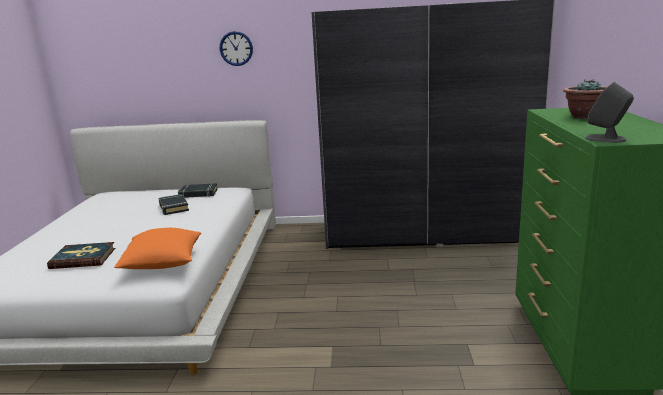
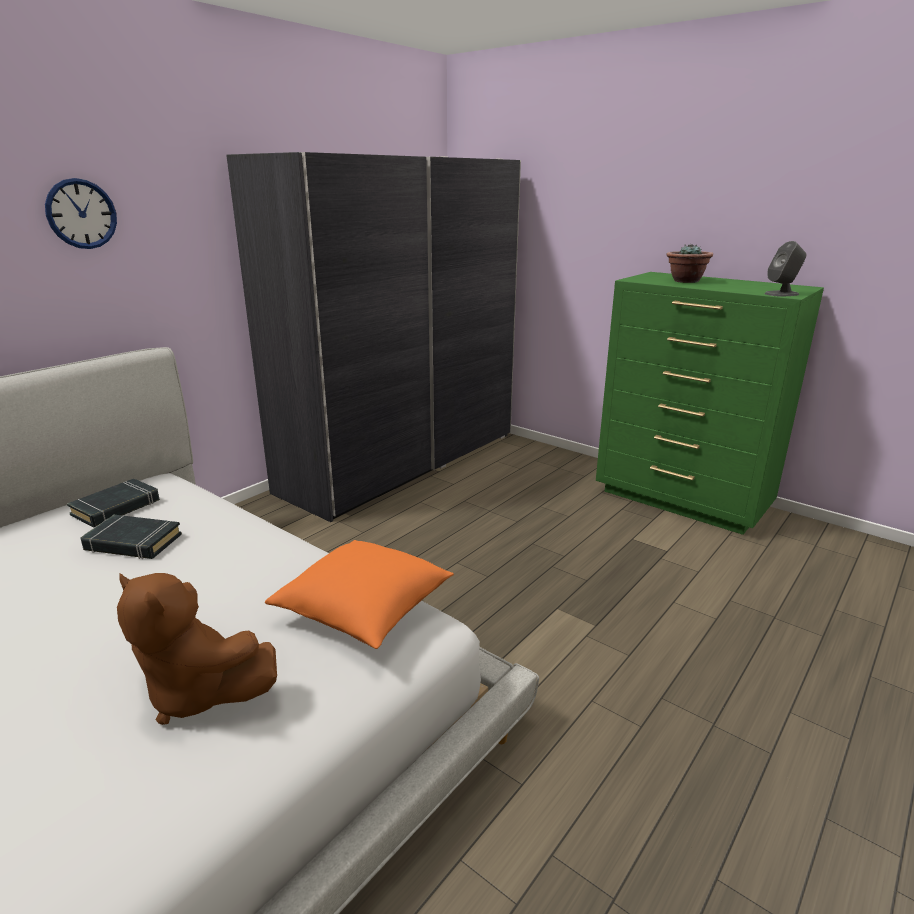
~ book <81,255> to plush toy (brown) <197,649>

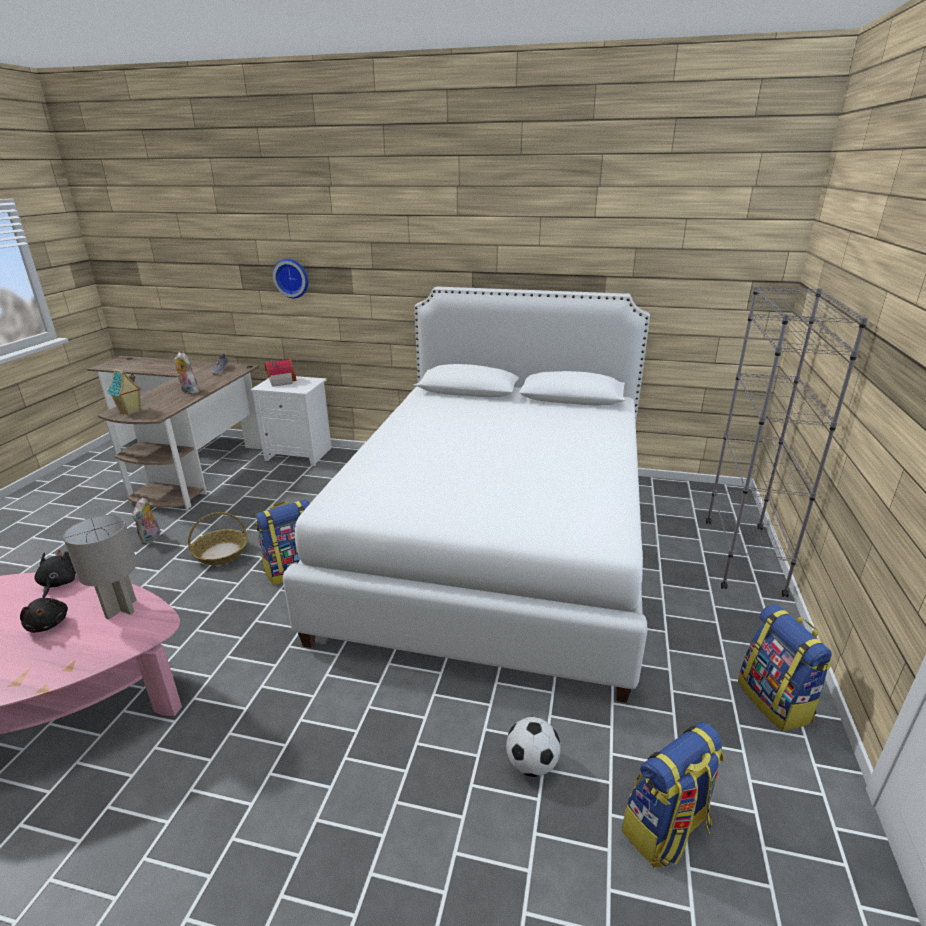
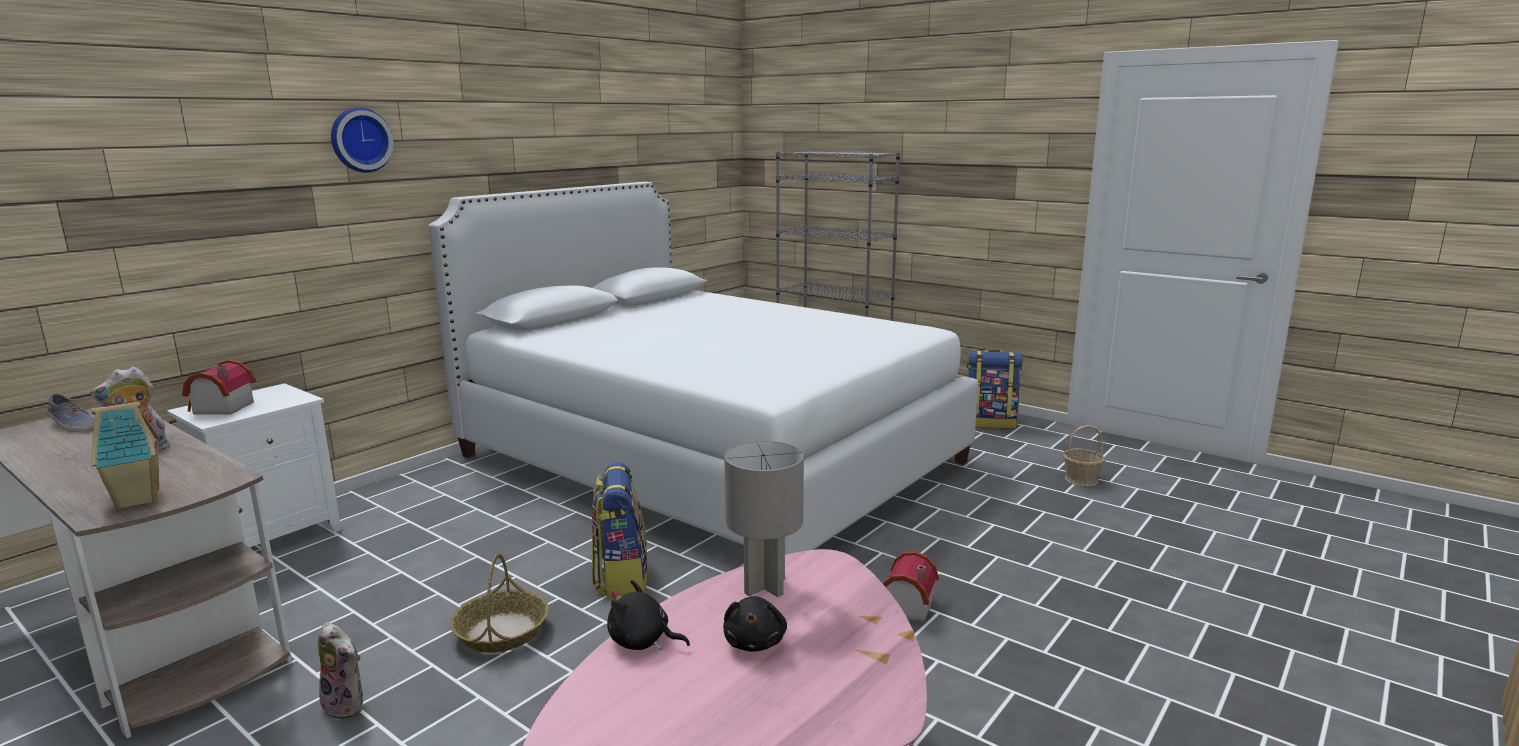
~ plush toy (black) <44,615> = <755,624> 105 degrees clockwise
~ wall clock <291,278> to <362,140>
- football <533,747>
~ backpack <673,794> to basket <1084,455>
+ toy house <911,586>

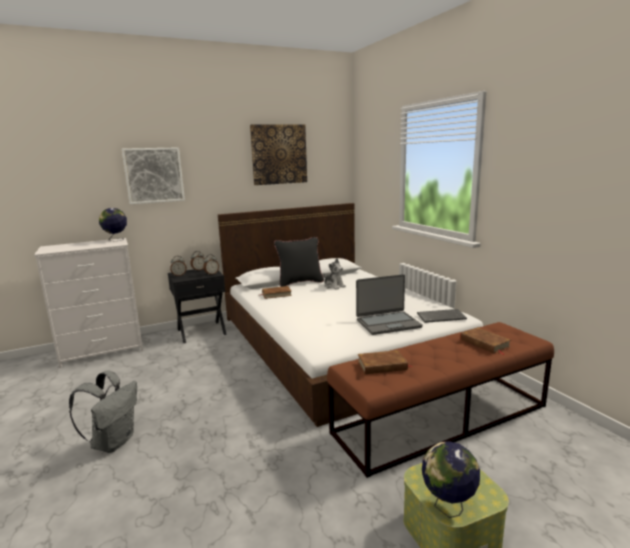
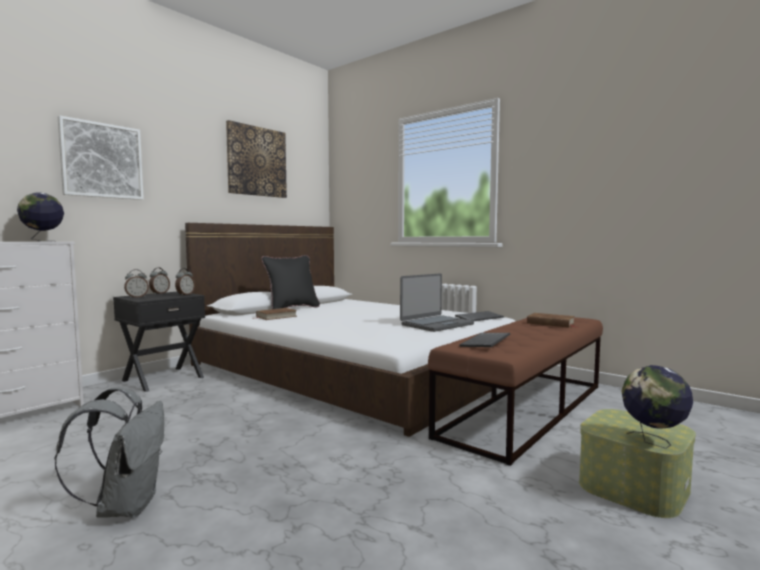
- plush toy <334,274>
~ book (brown) <385,362> to keyboard <484,340>

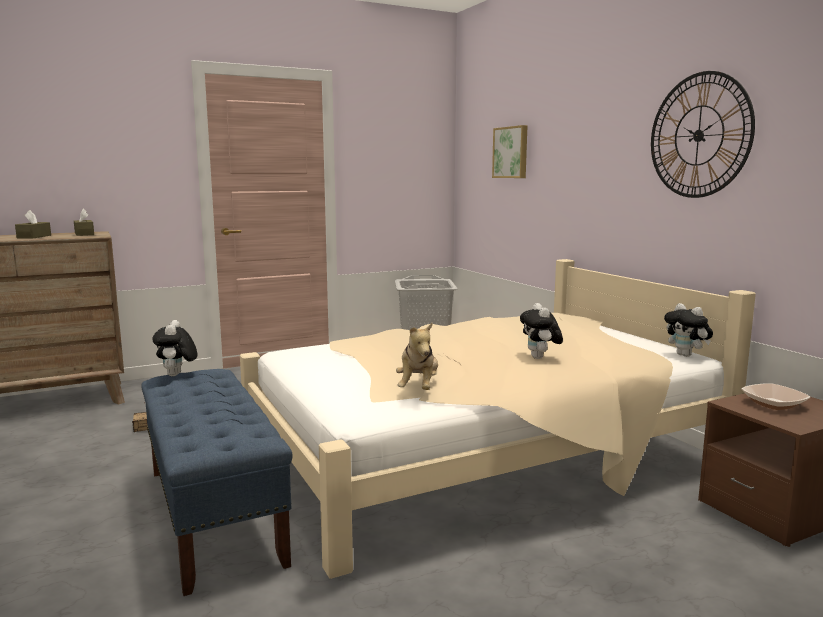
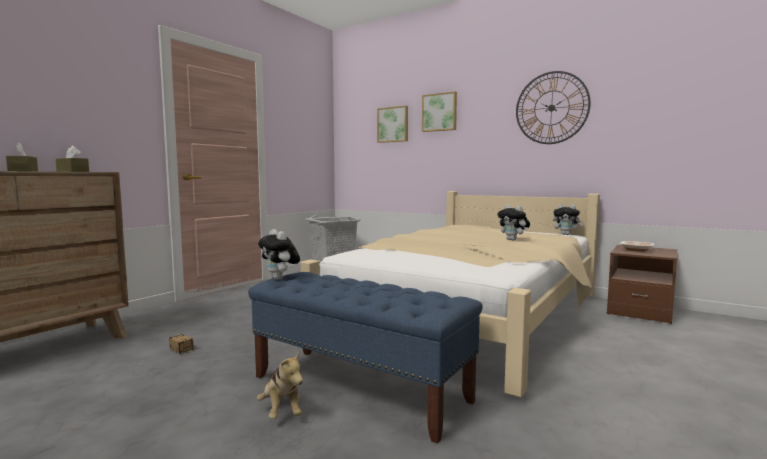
~ plush toy <417,356> to <280,385>
+ picture <439,112>

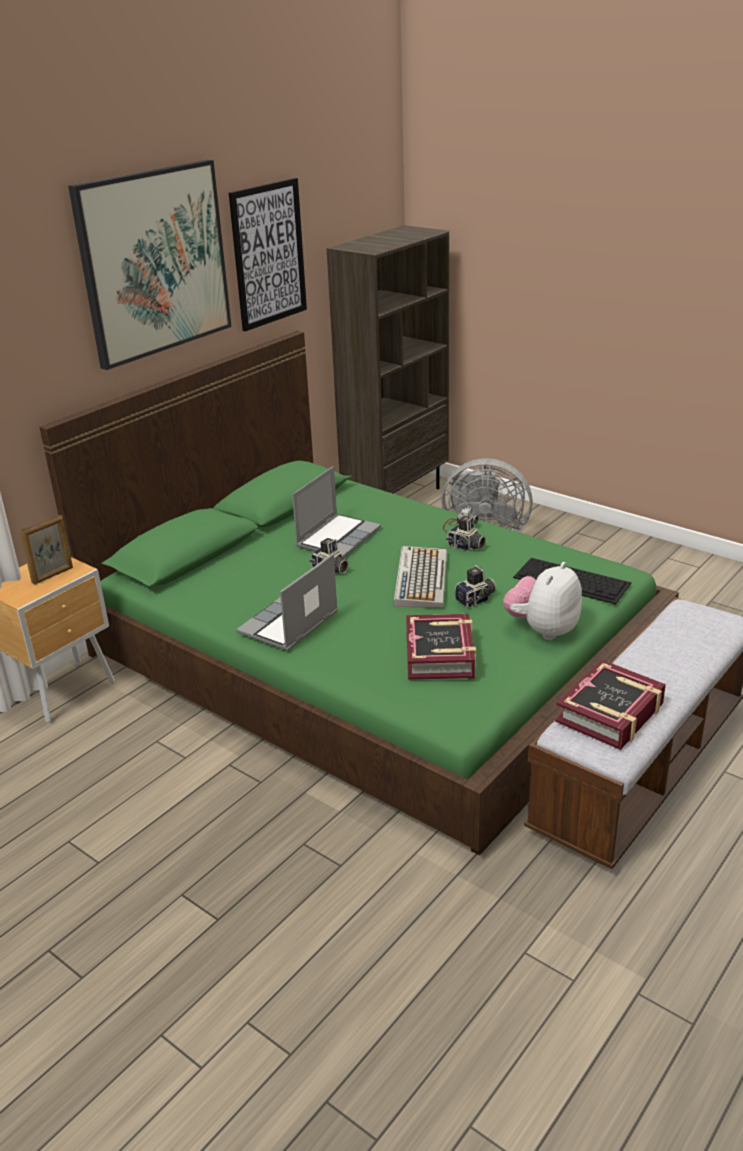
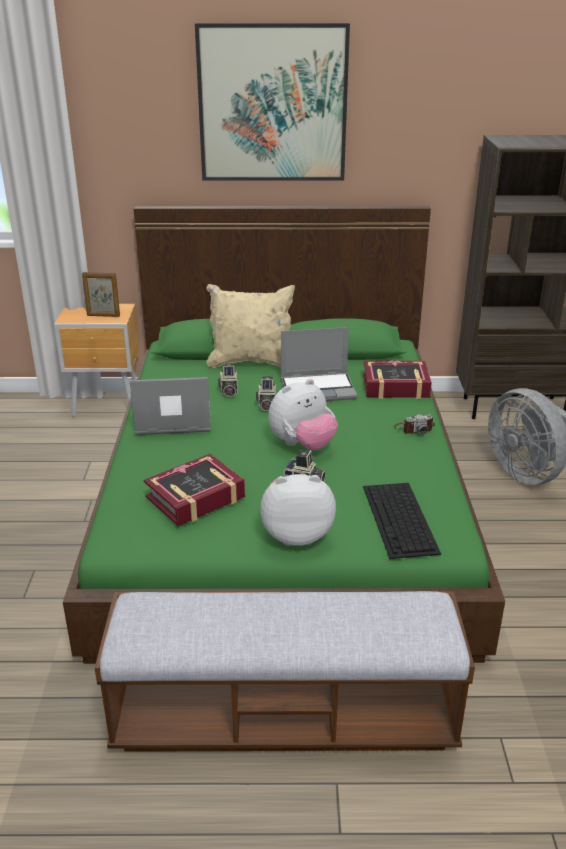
- picture <268,254>
~ keyboard <420,577> to plush toy <303,414>
~ photo camera <466,533> to <228,380>
~ book <610,705> to <397,379>
+ pillow (beige) <250,326>

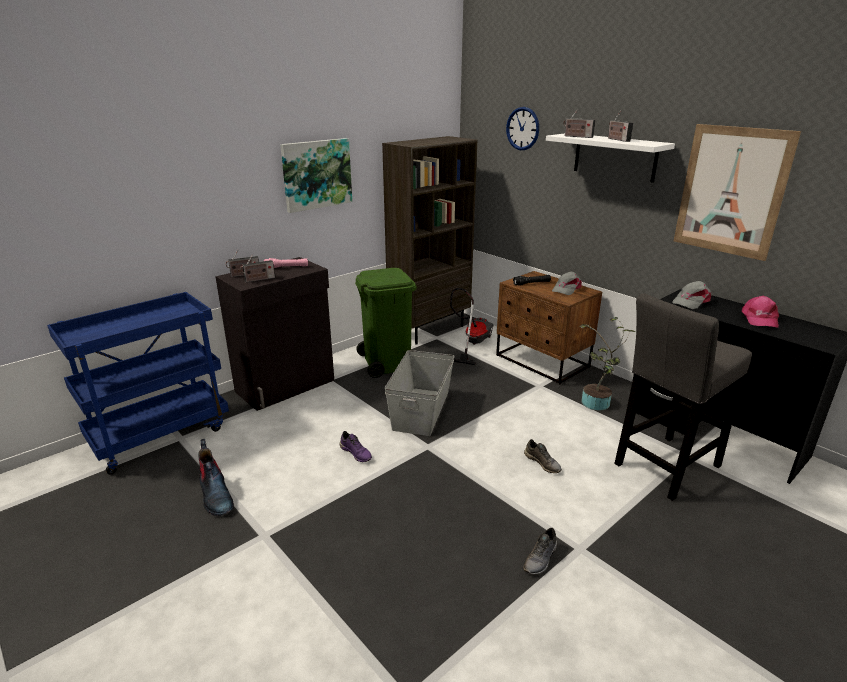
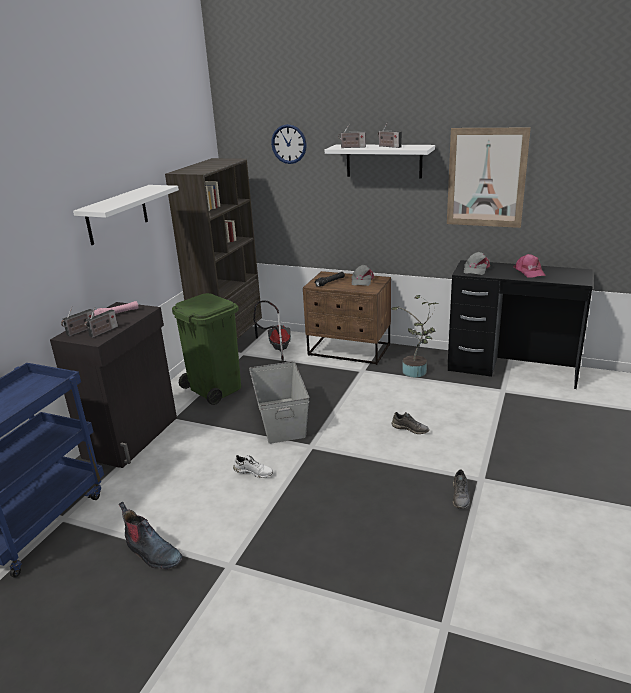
~ picture <316,175> to shelf (white) <126,215>
~ shoe (purple) <355,446> to shoe (white) <253,466>
- stool (grey) <683,397>

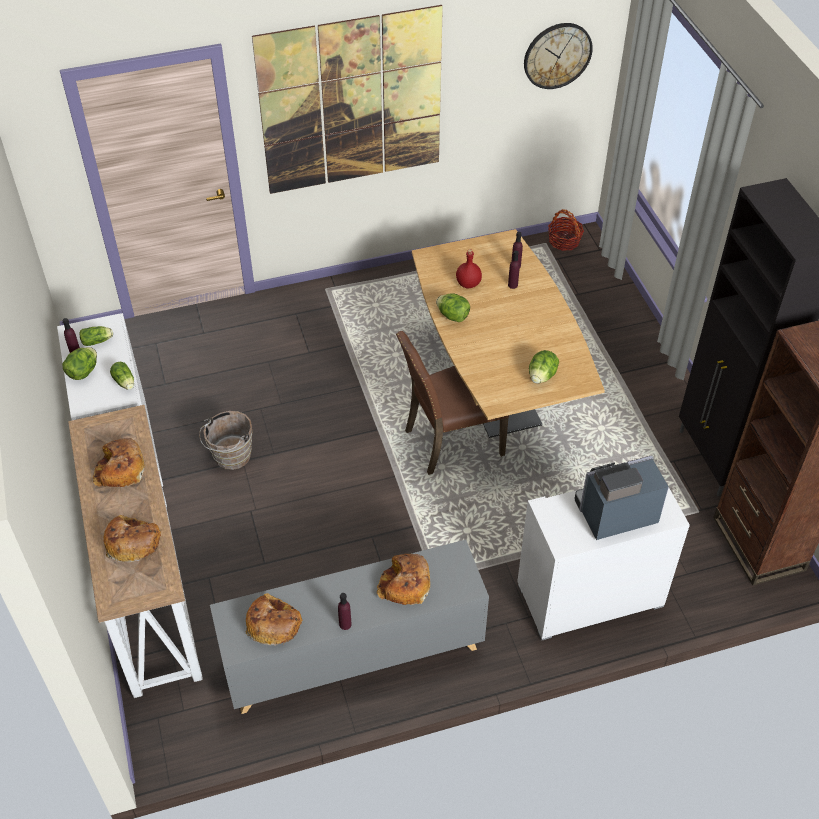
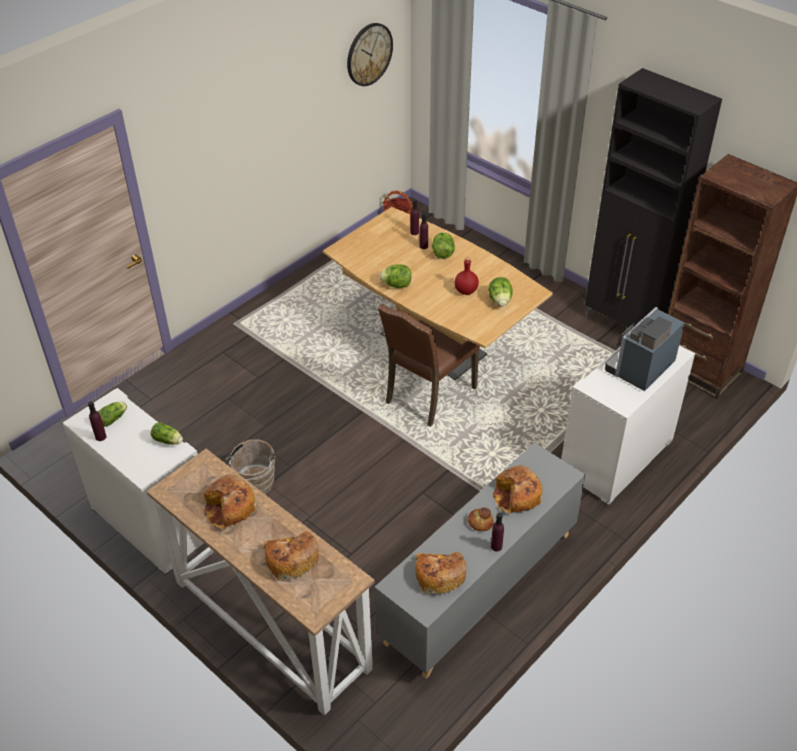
~ lettuce <79,363> to <443,245>
- picture <347,99>
~ bottle (red) <469,268> to <466,276>
+ bread <481,519>

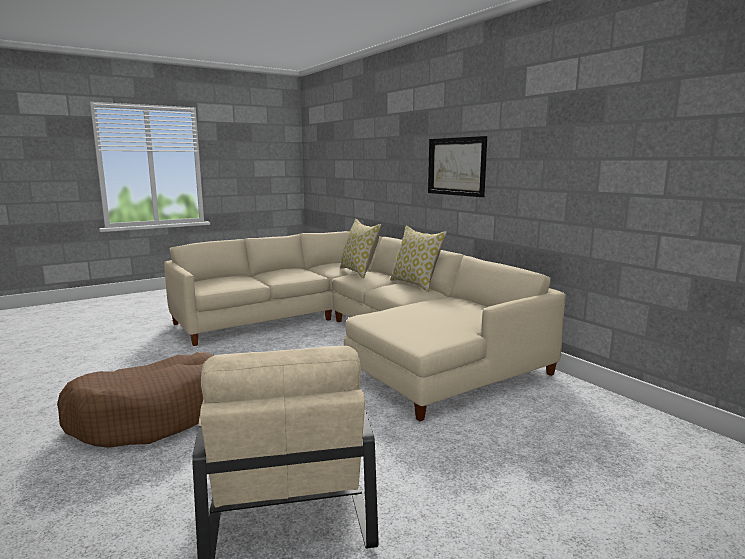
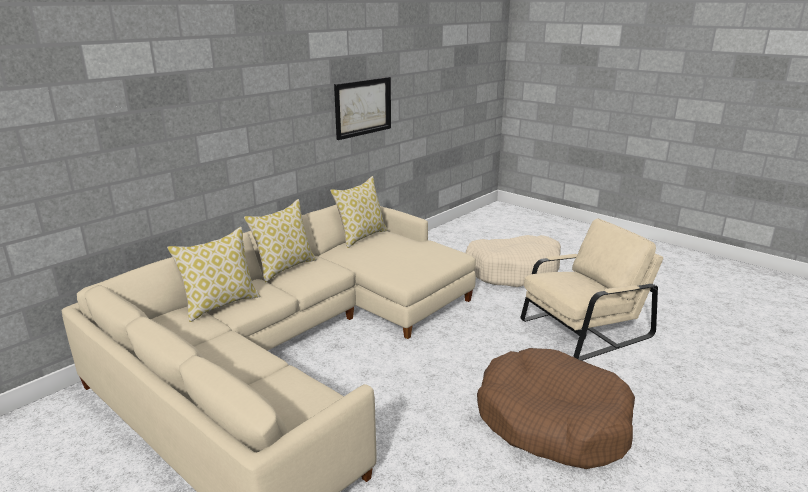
~ picture <457,166> to <362,108>
+ pillow <359,212>
+ dog bed (beige) <513,261>

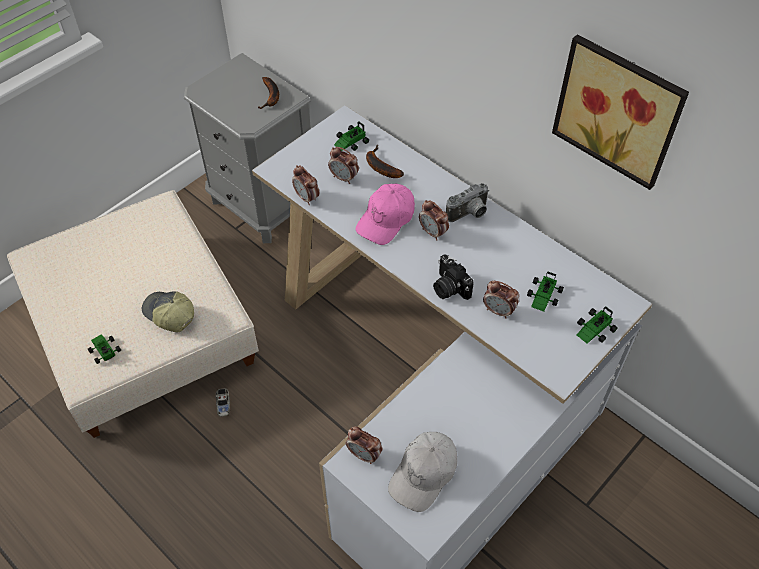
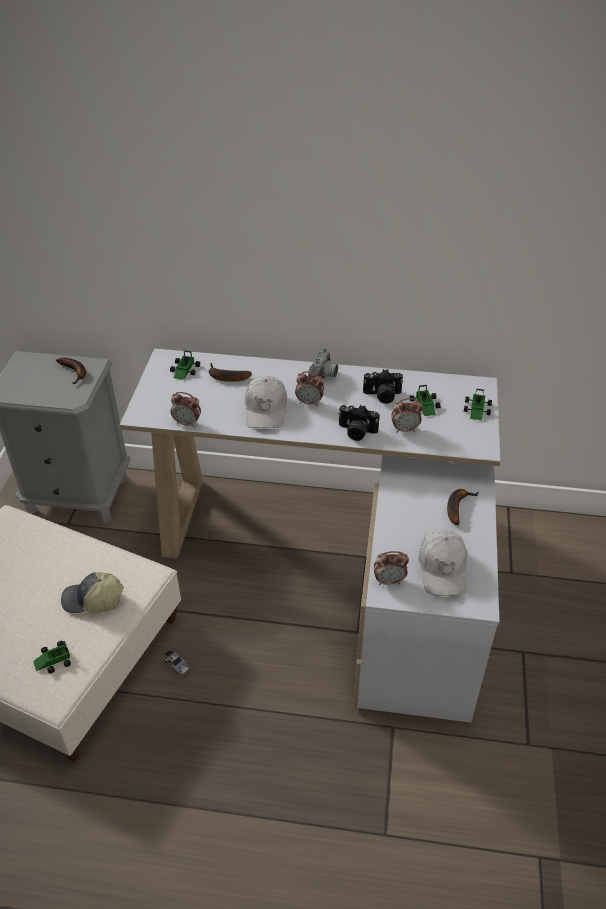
~ toy car <104,349> = <52,657> 45 degrees counterclockwise
- alarm clock <343,165>
~ cap (pink) <385,214> to cap (white) <266,402>
- picture <620,112>
+ photo camera <383,386>
+ banana <463,507>

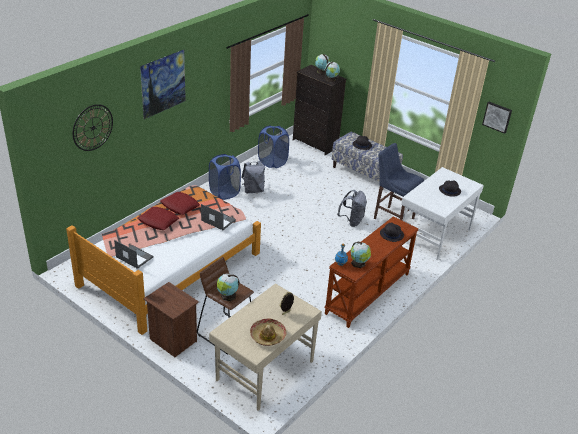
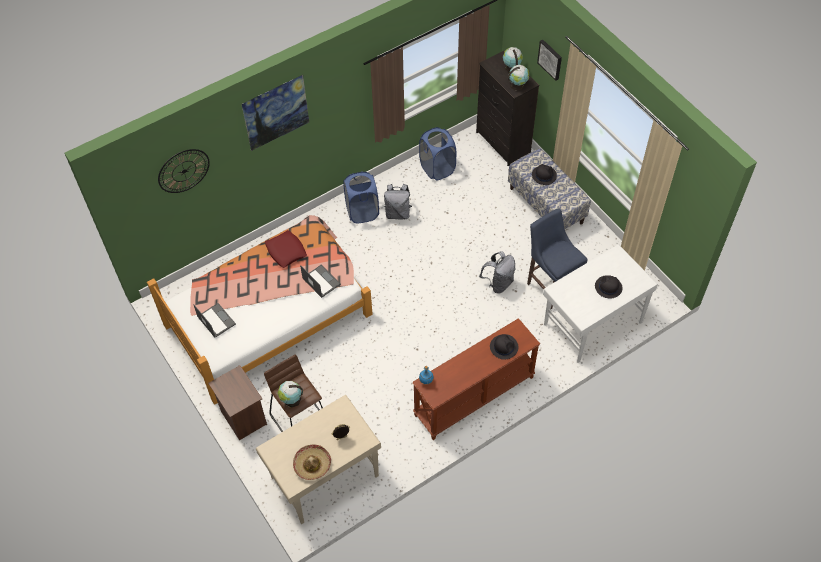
- pillow (red) <158,218>
- globe <361,254>
~ picture <497,118> to <549,60>

